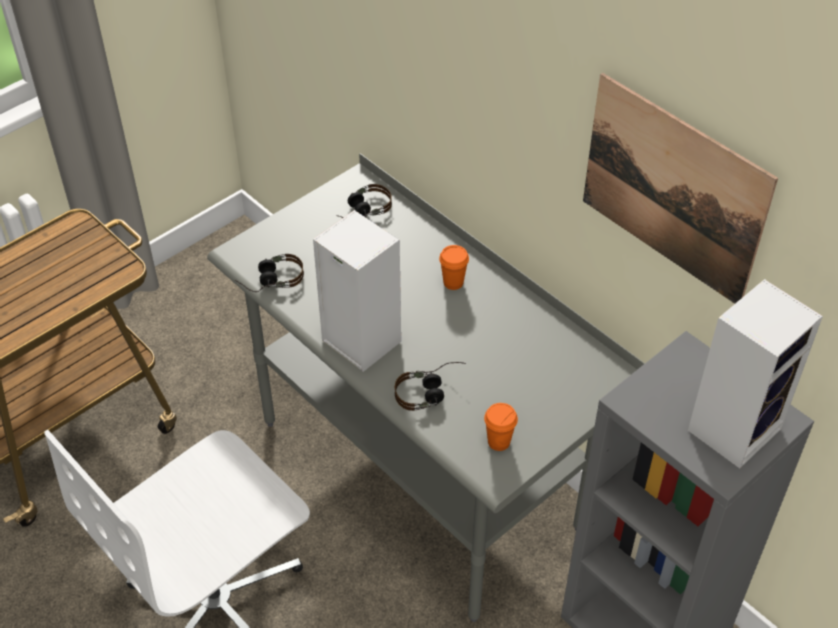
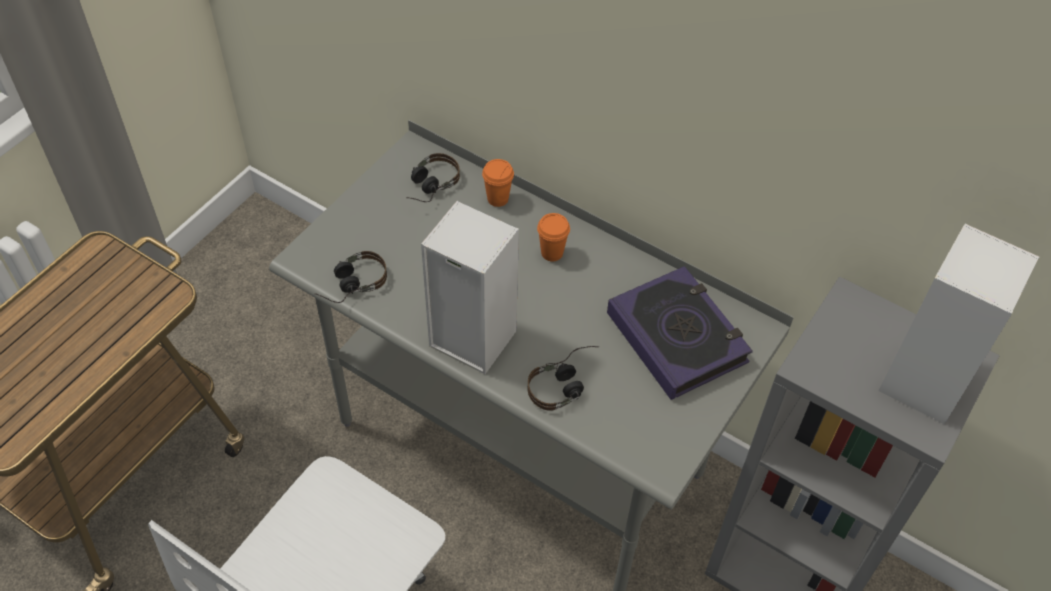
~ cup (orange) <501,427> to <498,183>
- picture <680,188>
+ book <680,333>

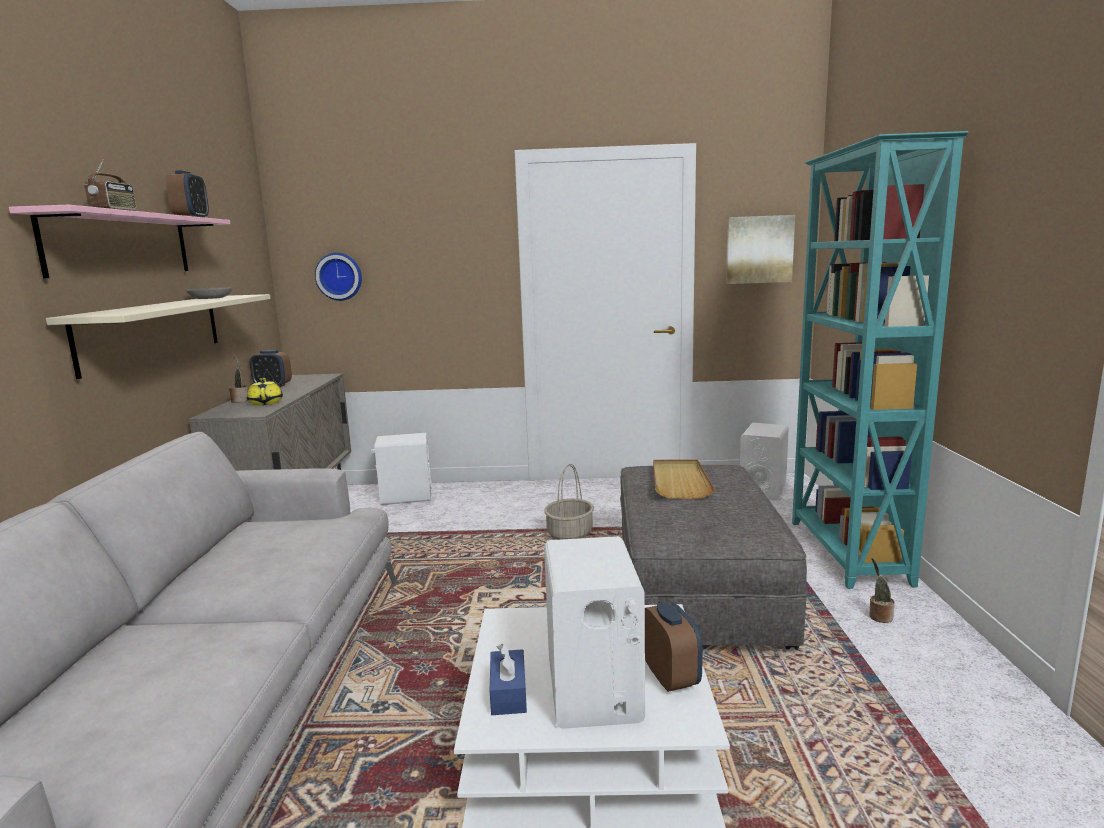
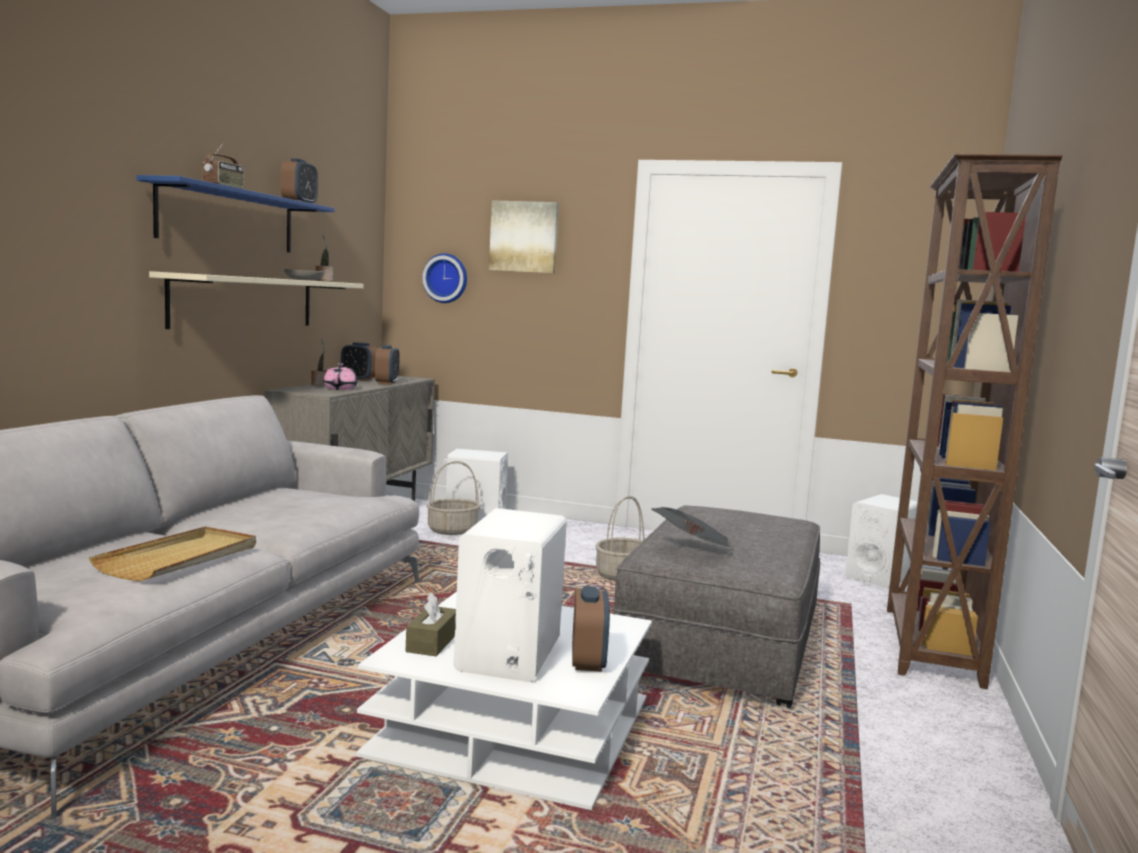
~ shelf (pink) <119,241> to shelf (blue) <236,214>
~ teapot (yellow) <265,392> to teapot (pink) <340,376>
~ tissue box (blue) <508,679> to tissue box (brown) <431,624>
~ tray (beige) <684,479> to <172,553>
~ picture <760,249> to <524,236>
~ bookcase (turquoise) <880,360> to bookcase (brown) <975,421>
~ potted plant <882,590> to <324,257>
+ alarm clock <387,365>
+ basket <454,498>
+ newspaper <692,527>

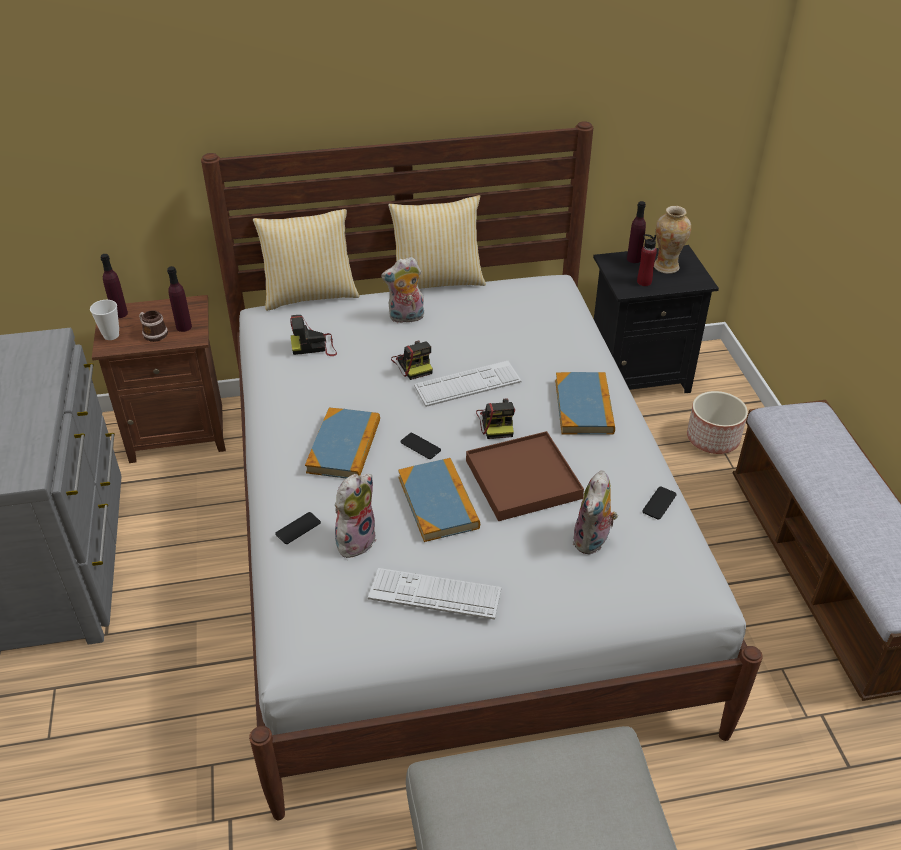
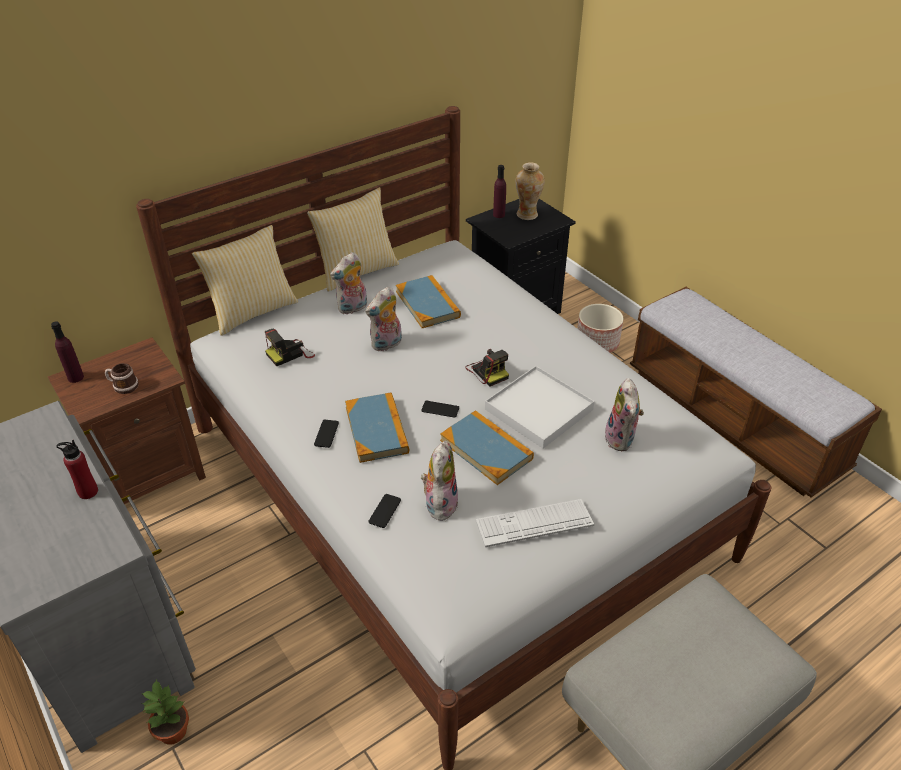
- cup <104,320>
- bottle (purple) <179,299>
~ photo camera <412,360> to plush toy <383,319>
- keyboard <467,384>
~ tray (brown) <525,476> to tray (white) <540,407>
~ book <585,403> to <428,301>
~ bottle (red) <647,260> to <77,469>
~ phone <659,503> to <326,434>
+ potted plant <165,712>

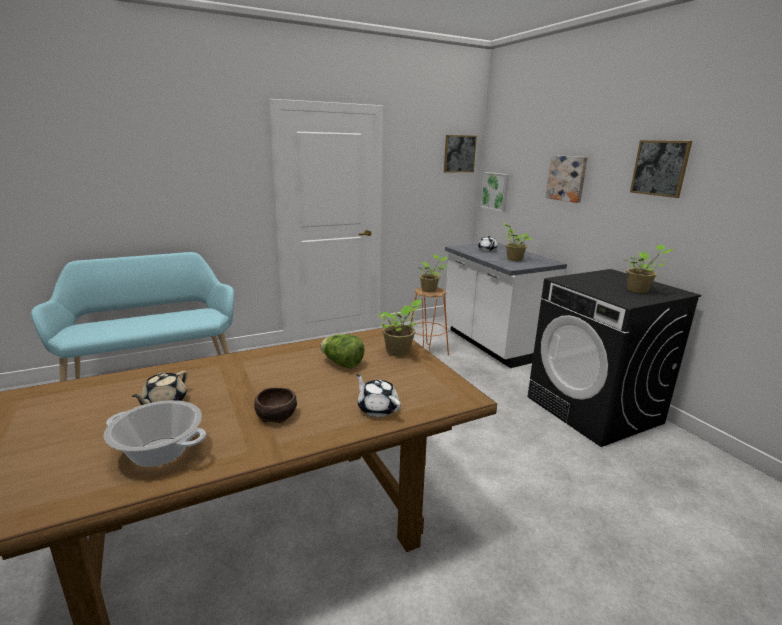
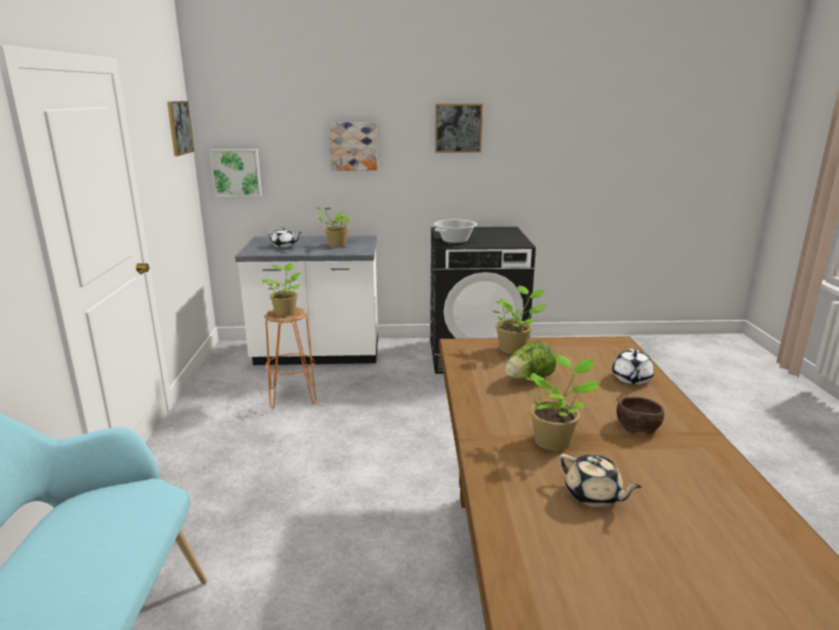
~ cooking pot <155,433> to <455,231>
~ teapot (white) <378,395> = <633,366> 60 degrees counterclockwise
~ potted plant <650,268> to <561,403>

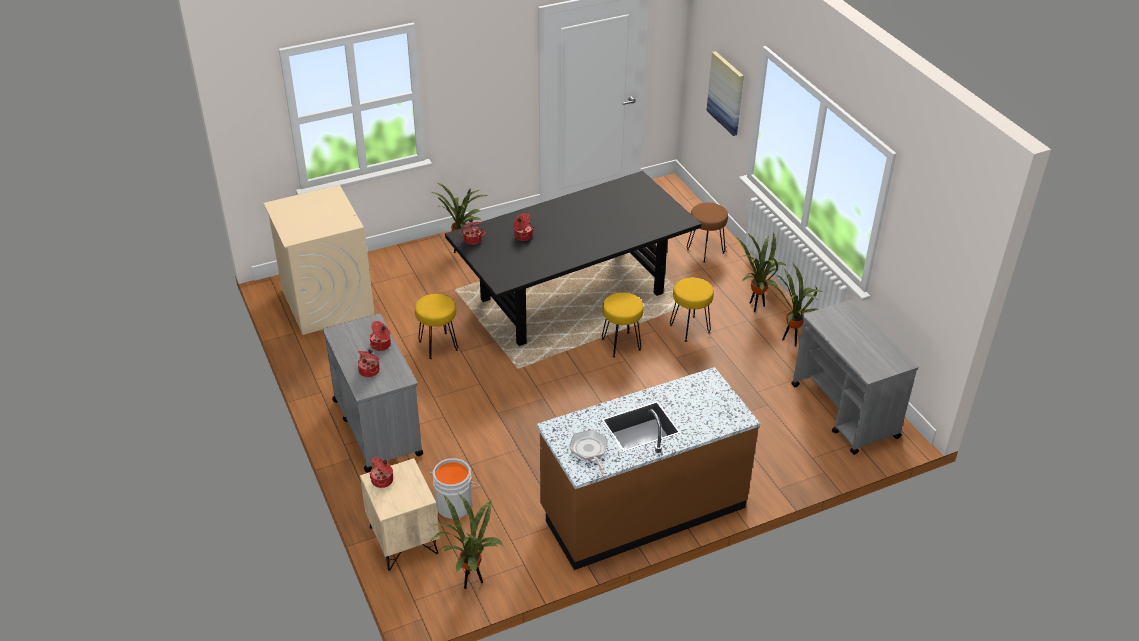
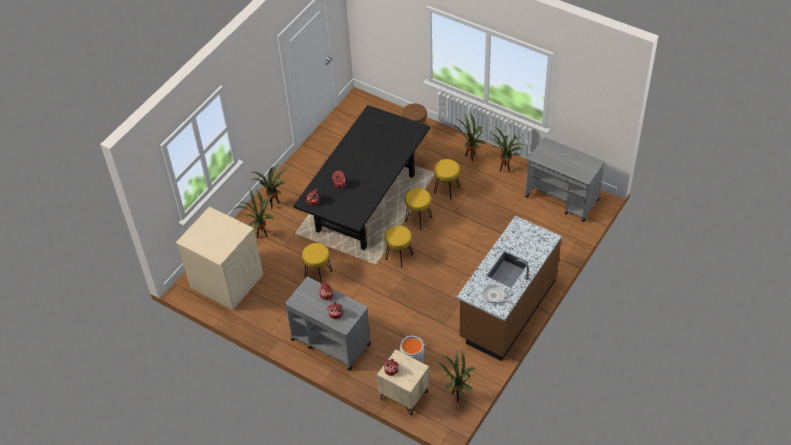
- picture <725,93>
+ potted plant <253,213>
+ stool (yellow) <399,246>

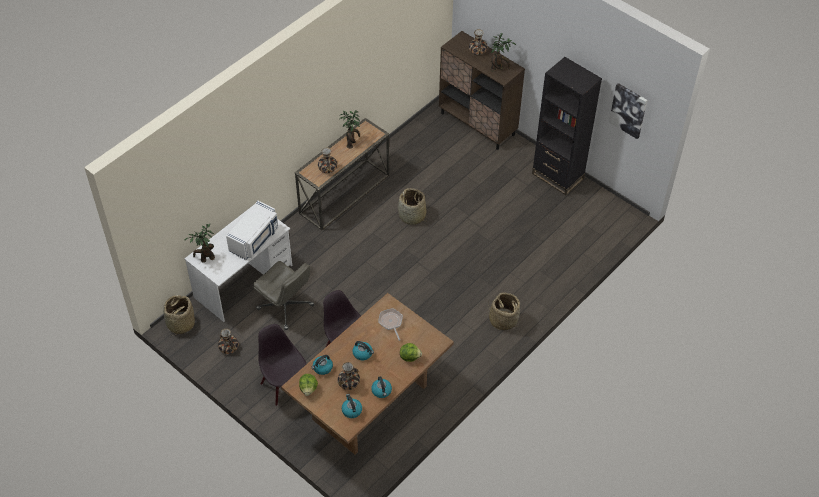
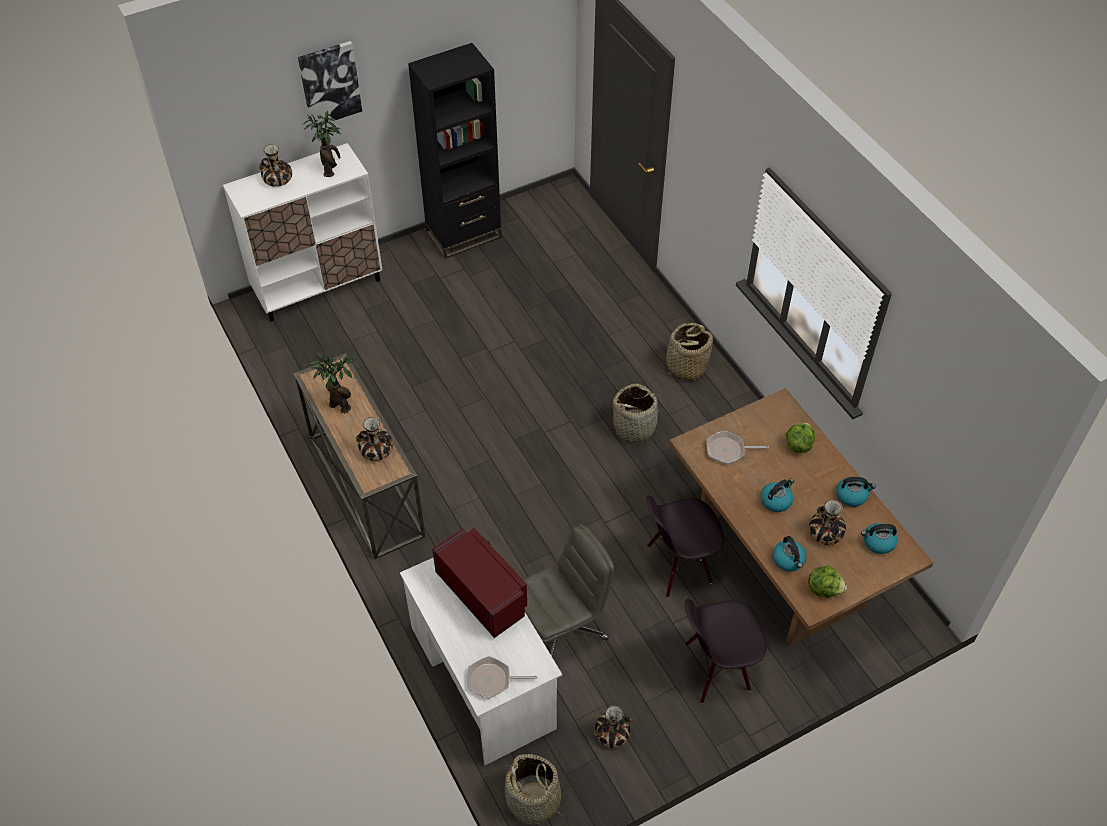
~ potted plant <200,243> to frying pan <502,677>
~ microwave (white) <252,230> to microwave (red) <479,583>
~ basket <412,206> to <639,413>
~ cabinet (brown) <482,90> to cabinet (white) <302,232>
~ picture <628,111> to <330,84>

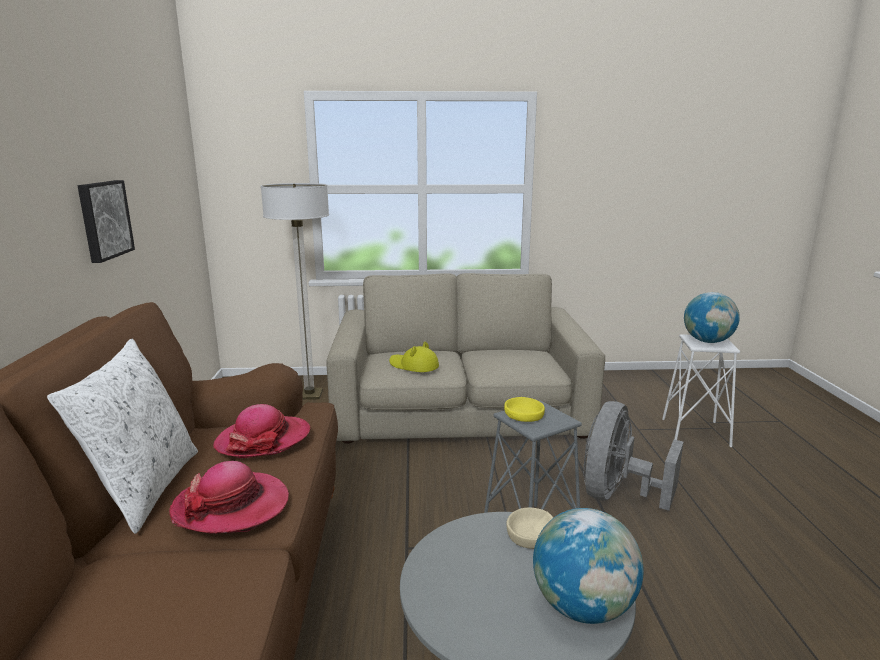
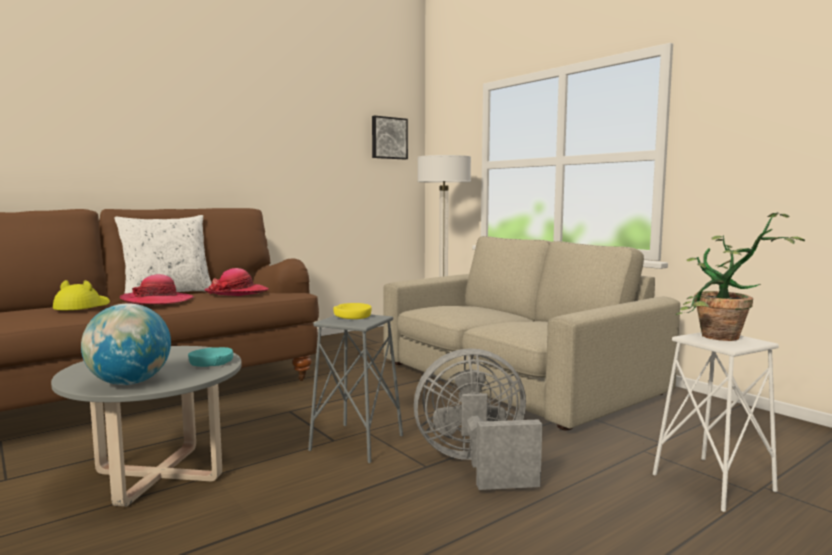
~ picture <106,221> to <390,137>
~ hat (yellow) <414,357> to <81,295>
~ bowl (beige) <529,528> to bowl (turquoise) <210,357>
~ globe <712,317> to potted plant <740,276>

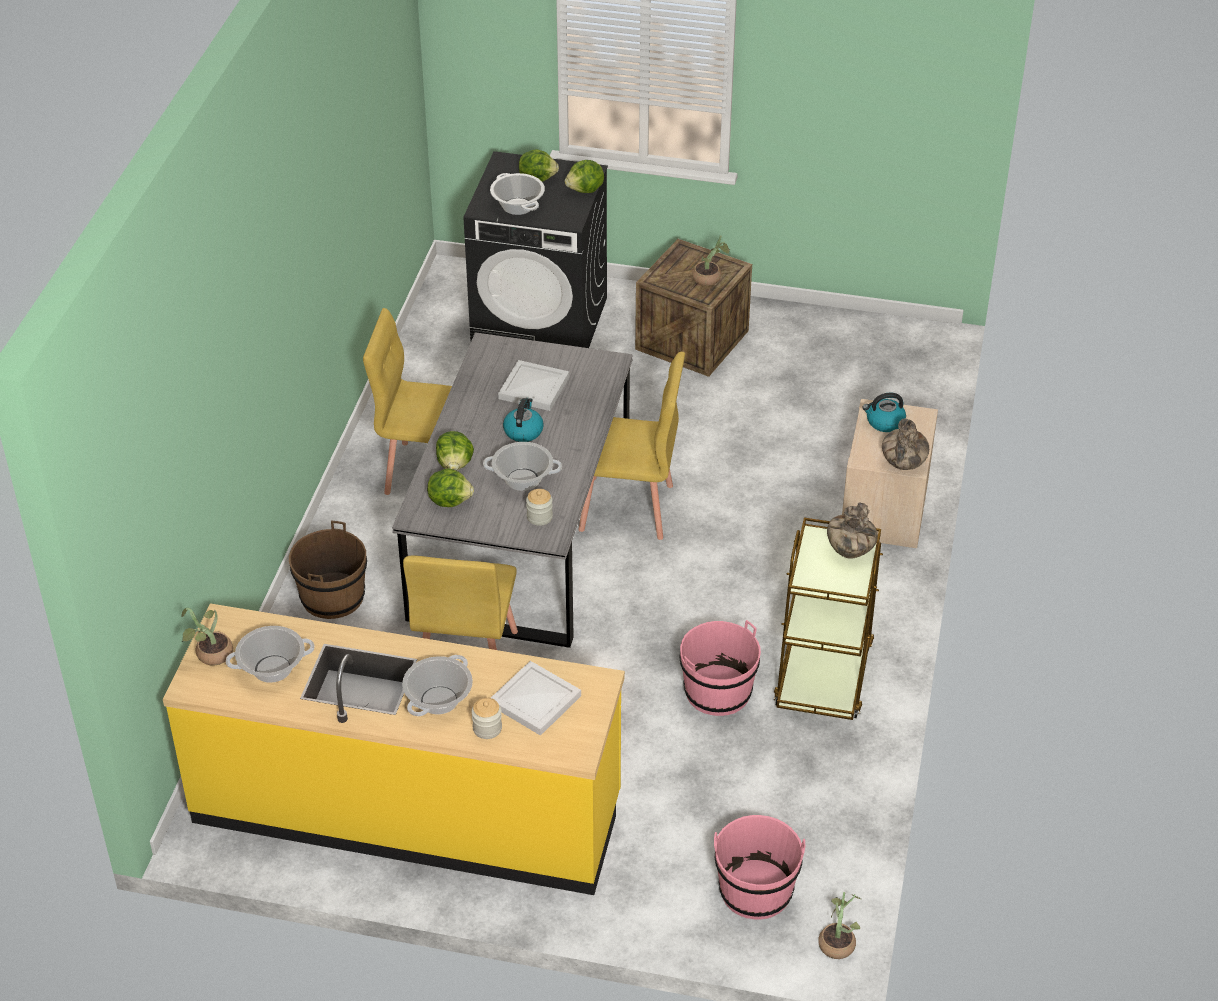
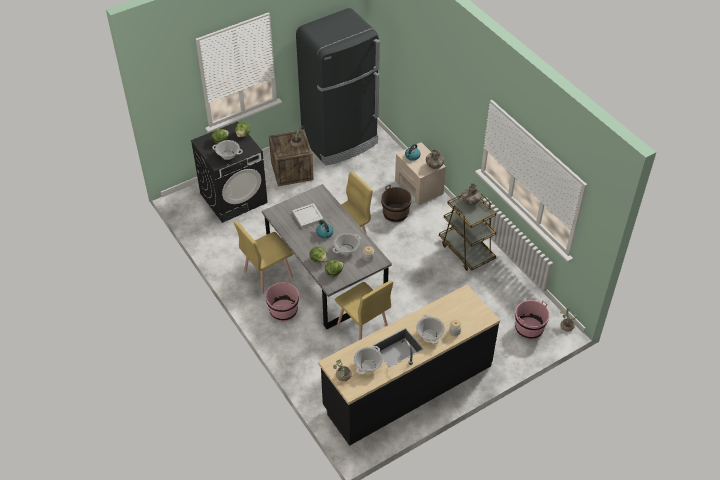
~ counter (yellow) <394,749> to counter (black) <409,365>
~ bucket (brown) <328,570> to <396,203>
- tray (white) <536,698>
~ bucket (pink) <720,668> to <282,300>
+ fridge (black) <338,87>

